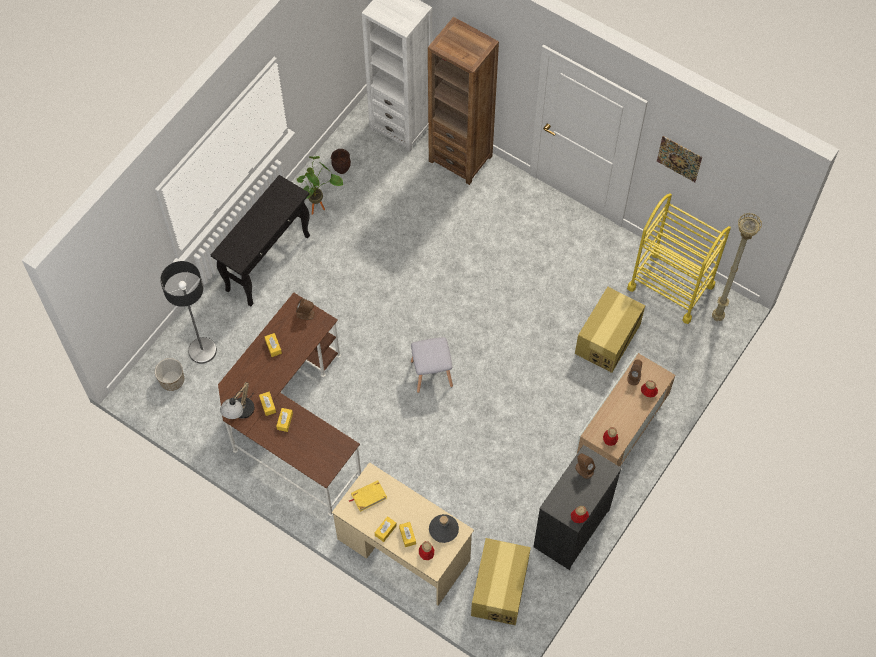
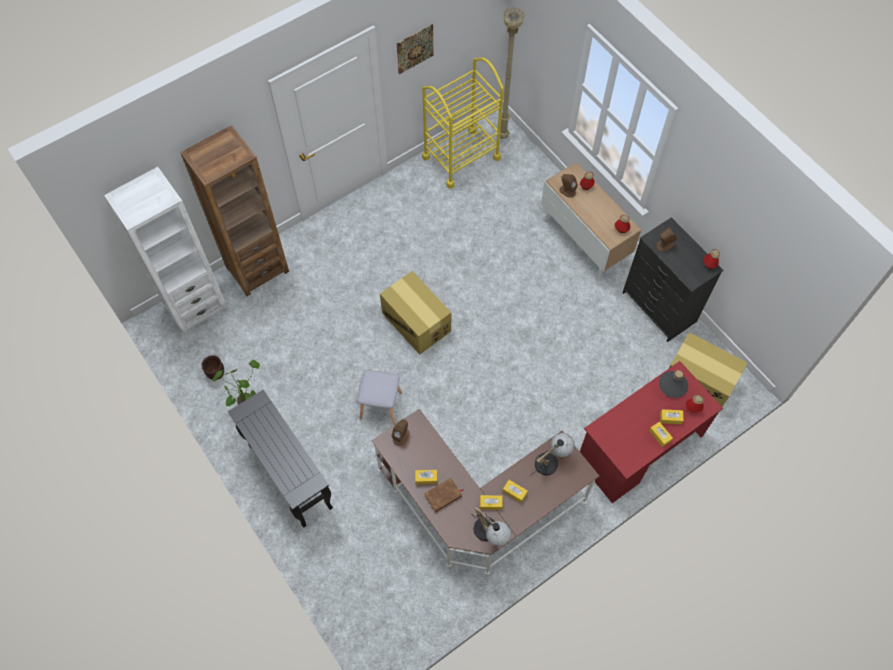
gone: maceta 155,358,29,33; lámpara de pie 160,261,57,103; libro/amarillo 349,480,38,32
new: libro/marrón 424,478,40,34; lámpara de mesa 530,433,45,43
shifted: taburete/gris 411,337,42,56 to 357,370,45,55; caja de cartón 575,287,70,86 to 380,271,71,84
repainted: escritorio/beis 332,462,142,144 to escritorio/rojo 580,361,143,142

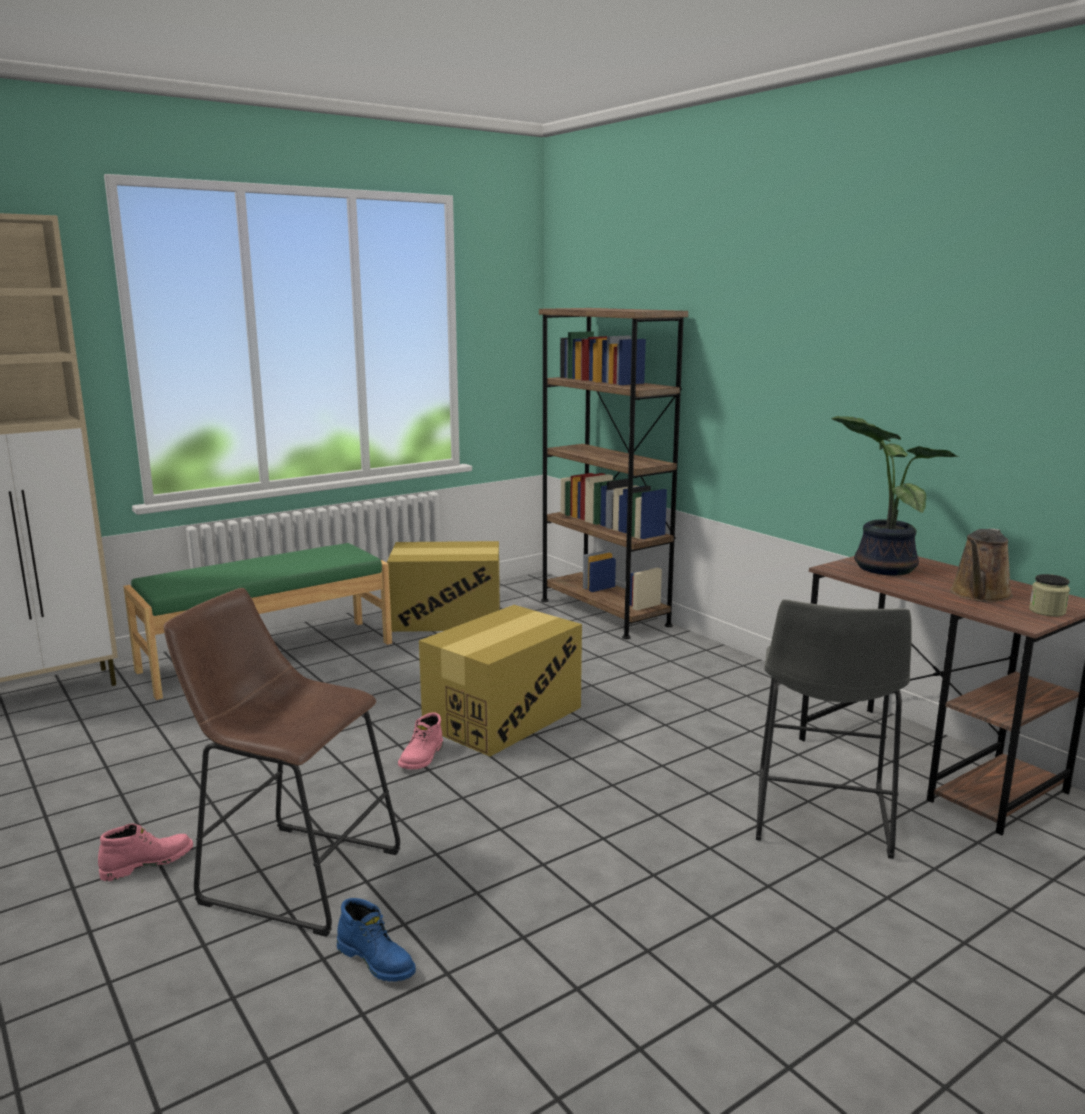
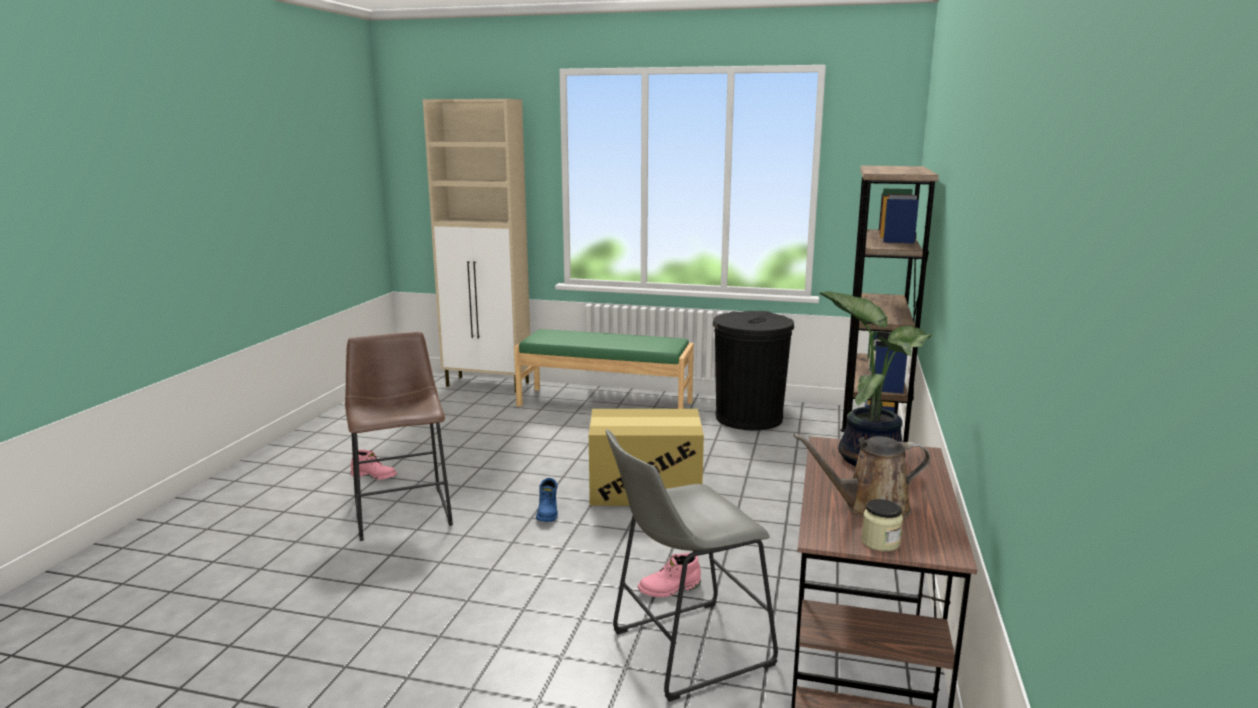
shifted: bota/azul 337,898,79,84 to 536,478,22,44; bota/rosa 398,712,45,58 to 638,553,63,44
swapped: caja de cartón 387,541,113,91 to papelera/negro 713,311,81,120

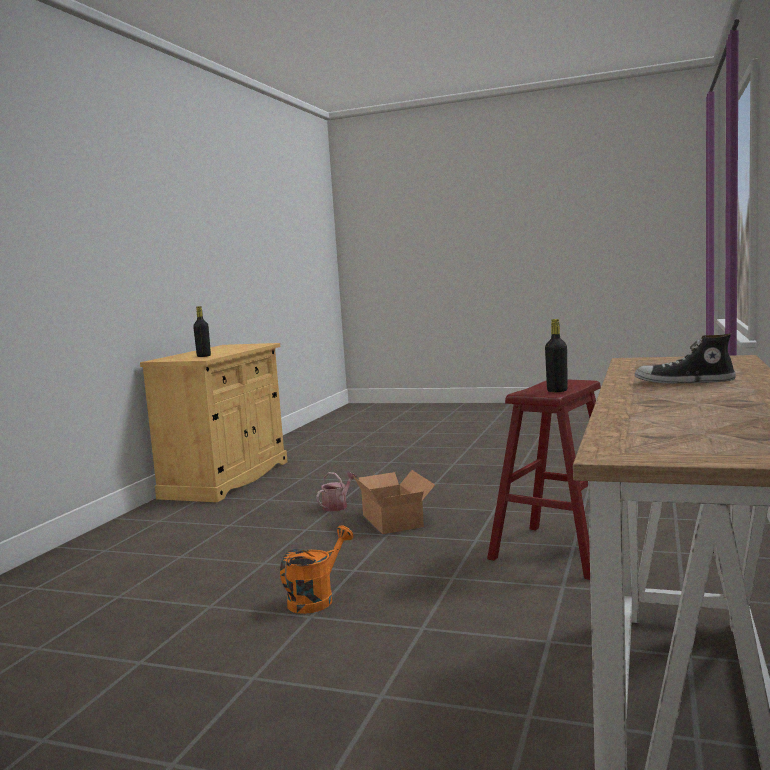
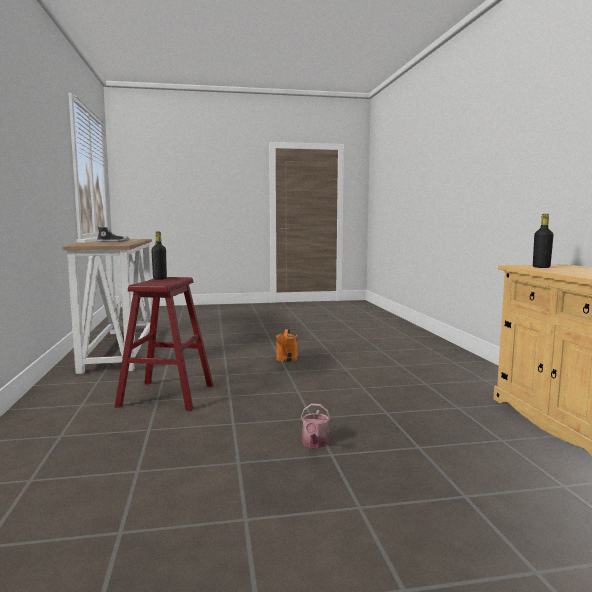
gone: caja de cartón 353,470,82,64
shifted: regadera 316,472,41,40 to 301,404,30,44

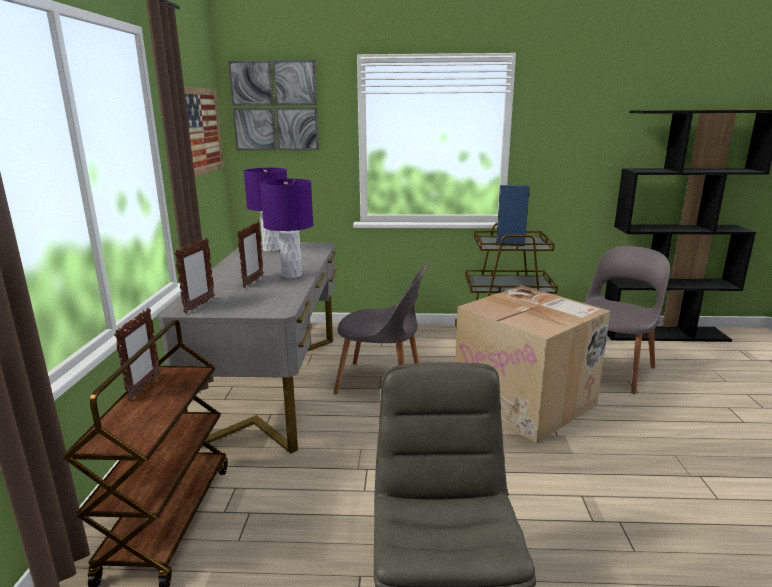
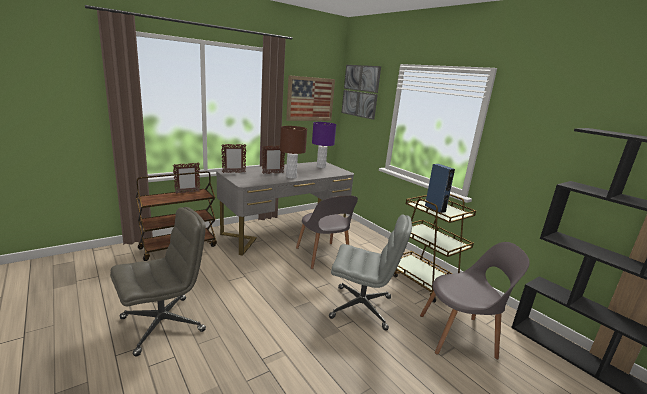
swapped: caja de cartón 455,285,155,158 to silla de oficina/gris 329,214,83,117
repainted: lámpara de mesa/morado 260,179,53,99 to lámpara de mesa/marrón 280,126,27,53

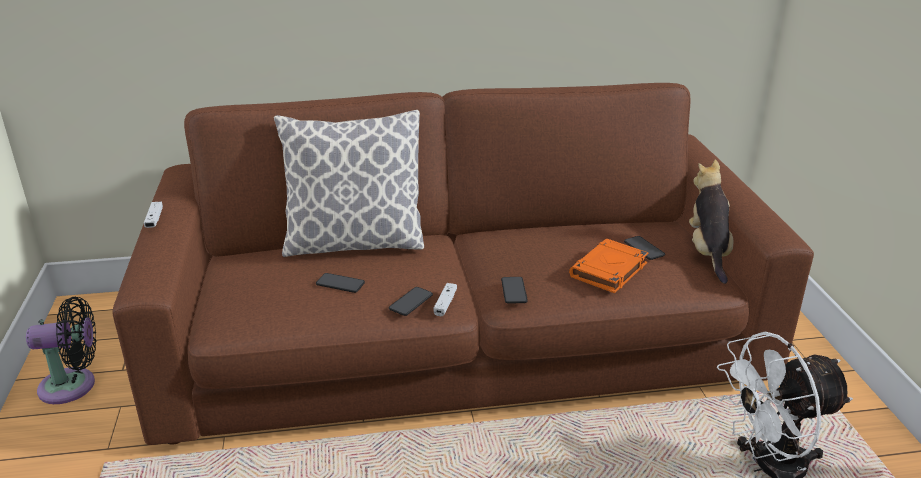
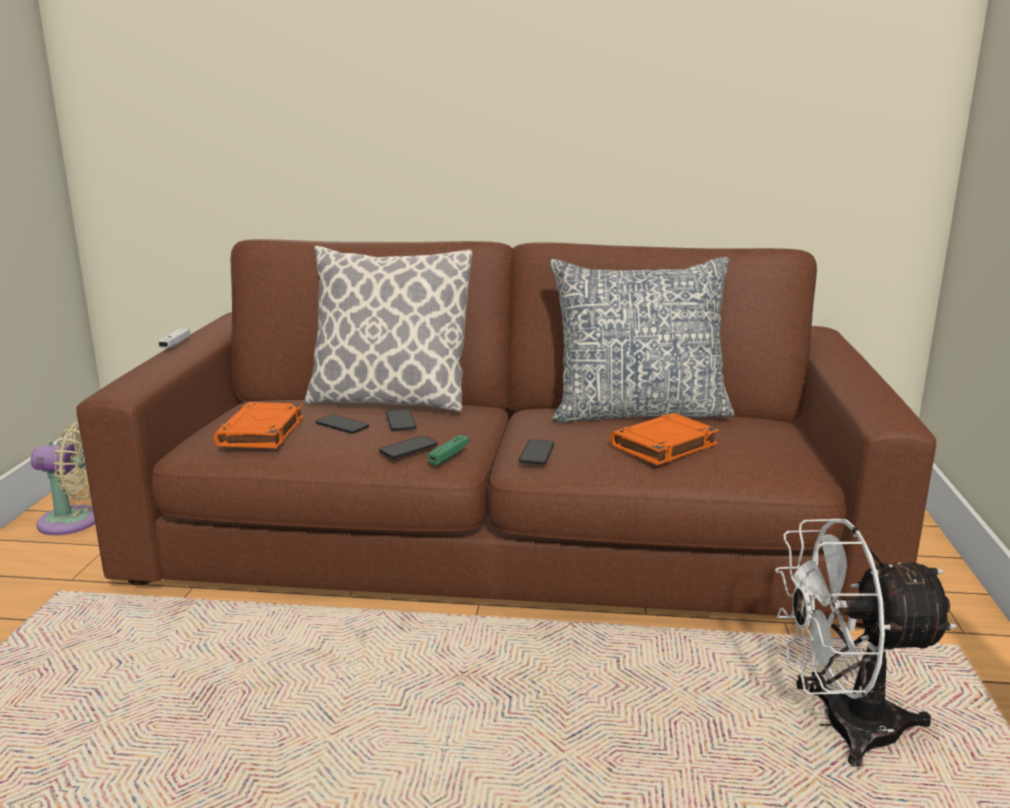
gone: peluche 689,159,44,125
new: libro/naranja 214,402,90,46; cojín 550,257,185,166
shifted: móvil 624,236,41,24 to 386,409,30,22
repainted: ventilador/negro 26,297,70,107 to ventilador/beis 31,421,64,114; mando de consola/blanco 433,283,24,33 to mando de consola/verde 428,435,42,31

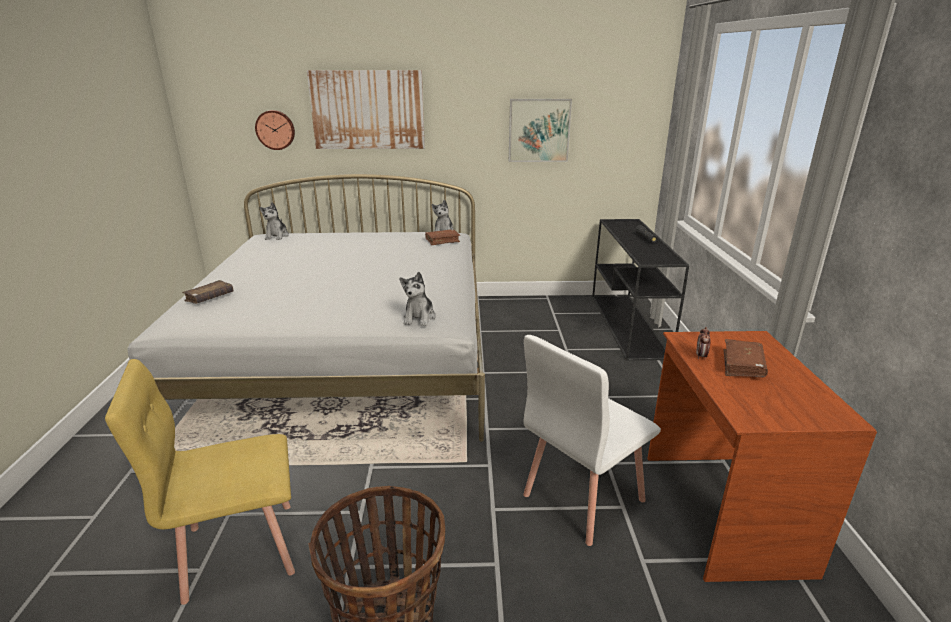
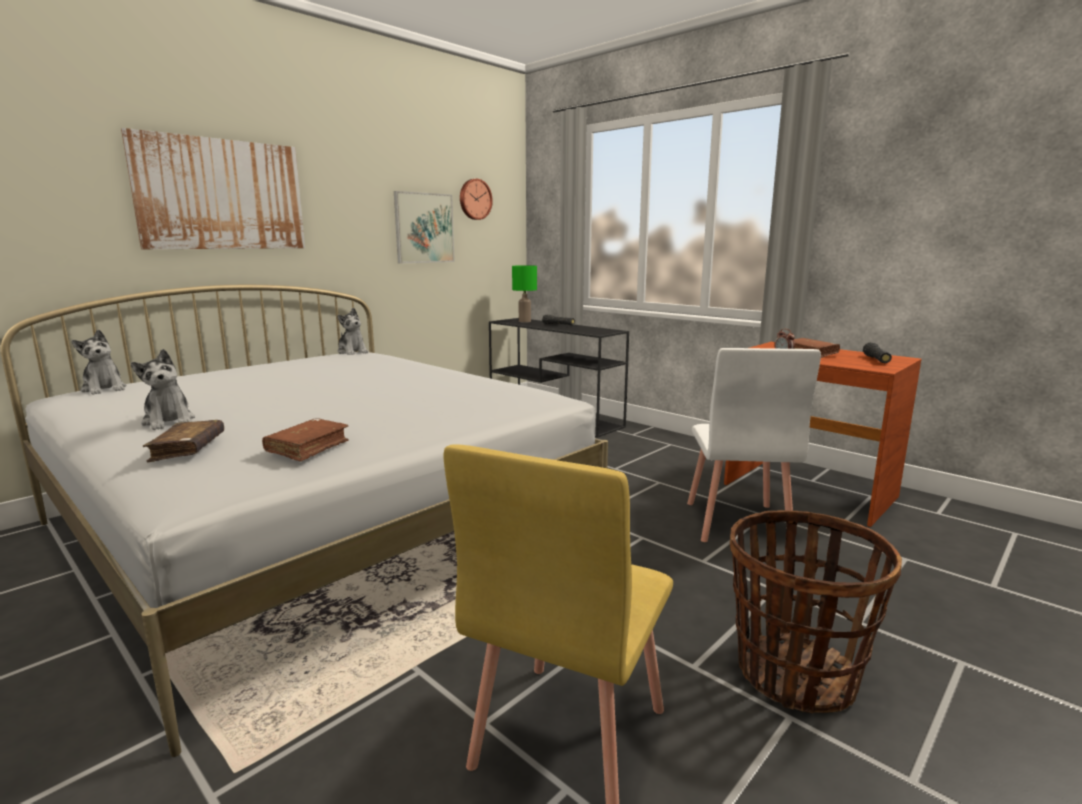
new: lámpara de mesa/verde 512,265,25,58; linterna/negro 863,342,29,21
shifted: peluche 400,272,36,54 to 131,349,64,81; libro/marrón 425,229,35,16 to 262,418,87,43; reloj de pared 255,110,40,40 to 460,179,33,41

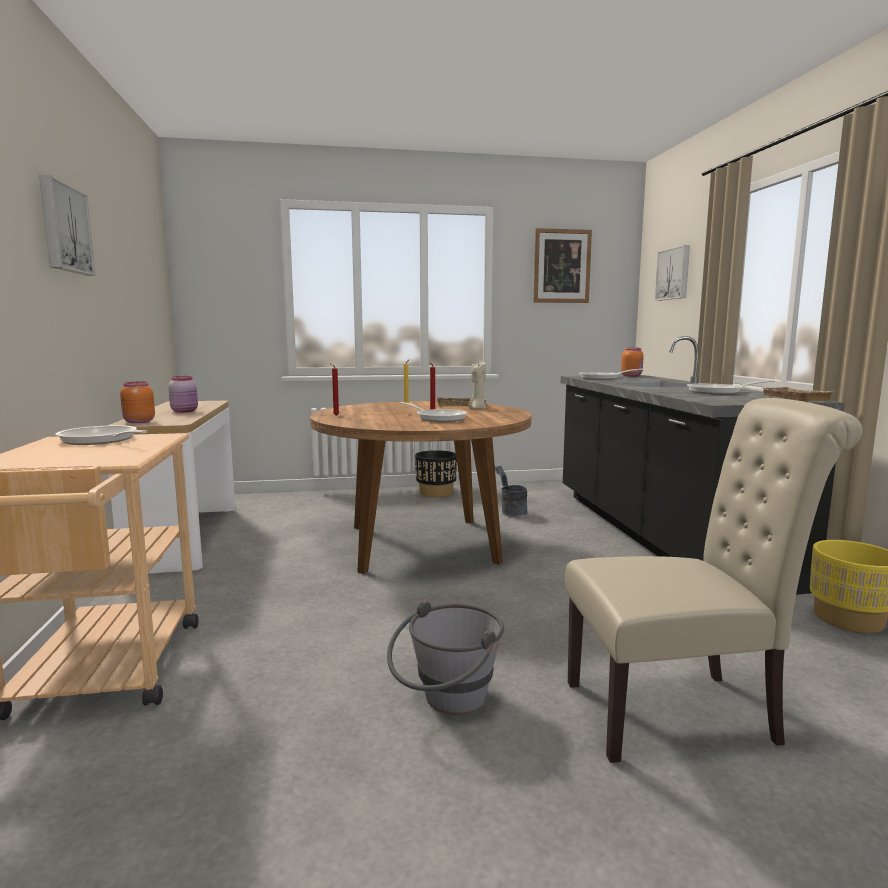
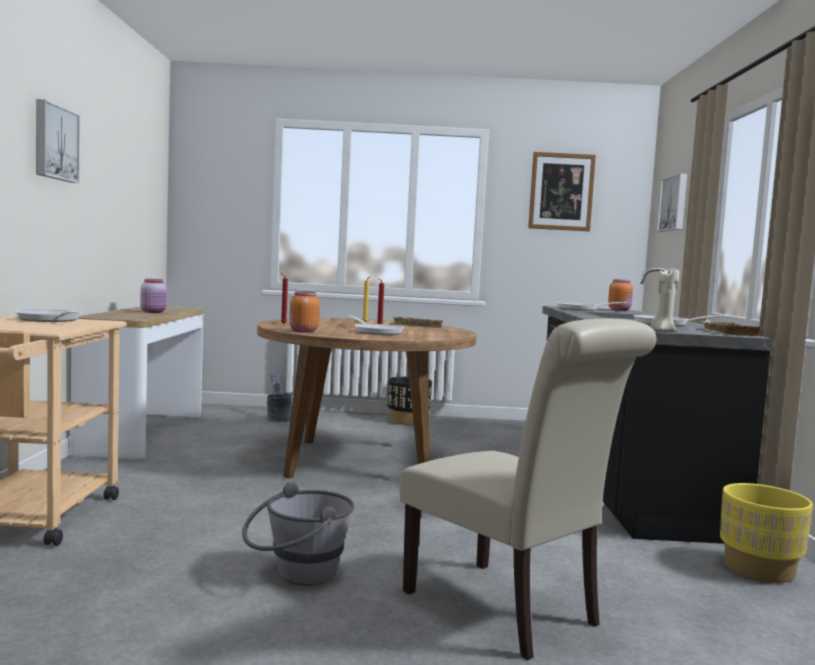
shifted: cubo/gris 495,465,32,52 to 267,374,25,48; tarro/naranja 120,382,35,41 to 289,291,31,41; vela/beis 468,362,18,47 to 650,267,29,65
rotated: silla/beis 565,398,297,365 = 400,319,256,341 45 degrees clockwise

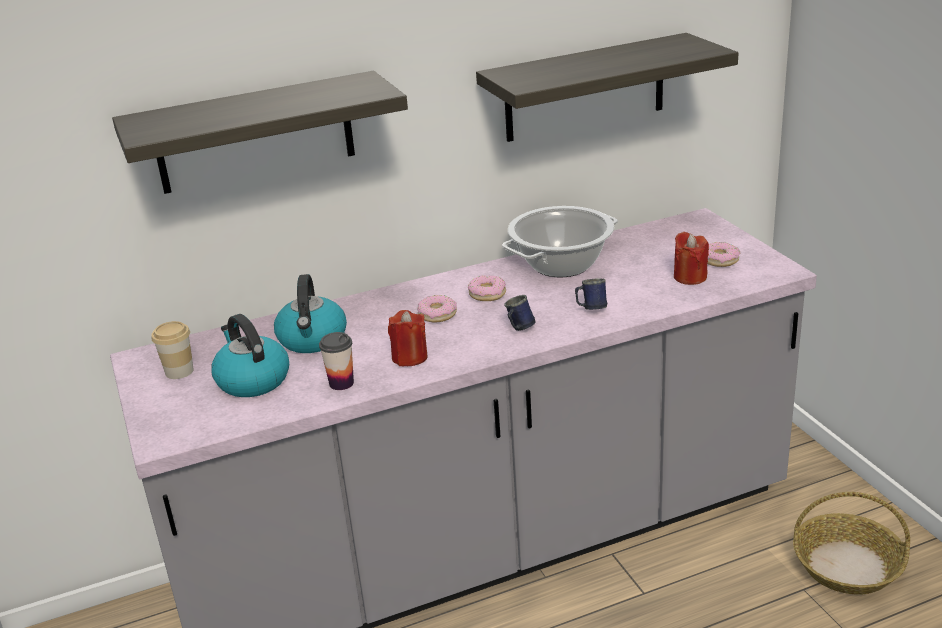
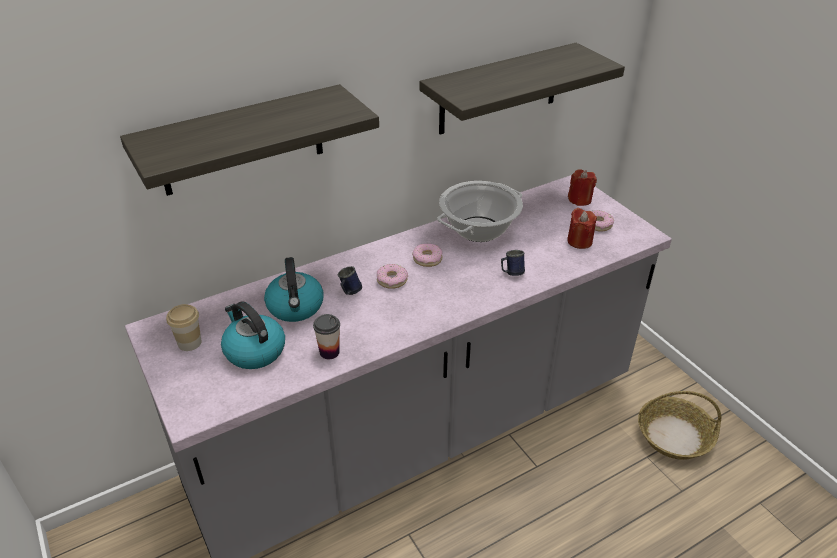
shifted: taza grande/azul 504,295,32,36 to 338,266,24,29; vela/rojo 388,310,40,56 to 568,169,29,37

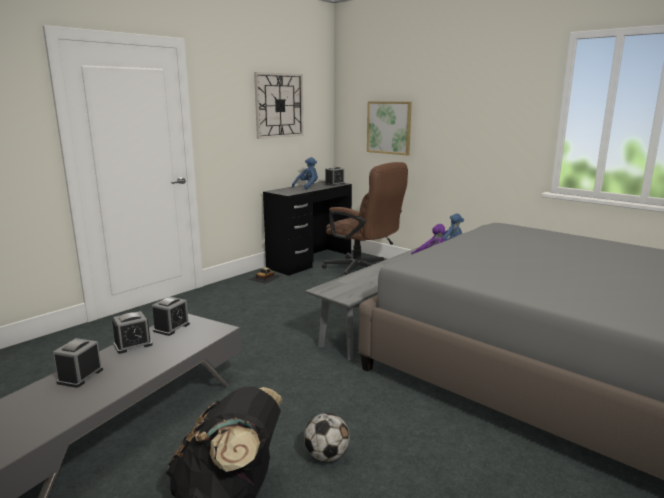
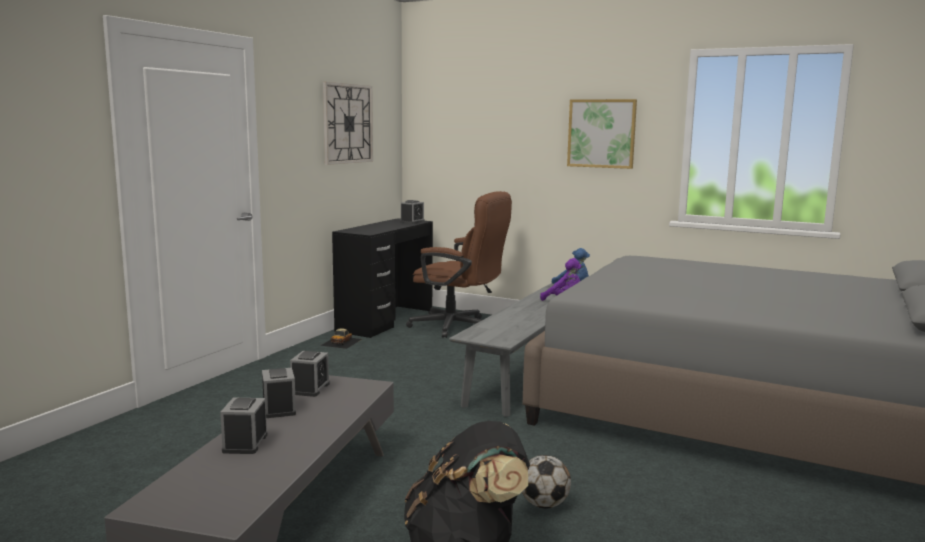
gone: peluche/azul 292,157,26,33
shifted: cuadro 367,101,45,54 to 567,99,70,70
rotated: despertador 112,311,41,43 = 262,368,34,50 60 degrees counterclockwise

